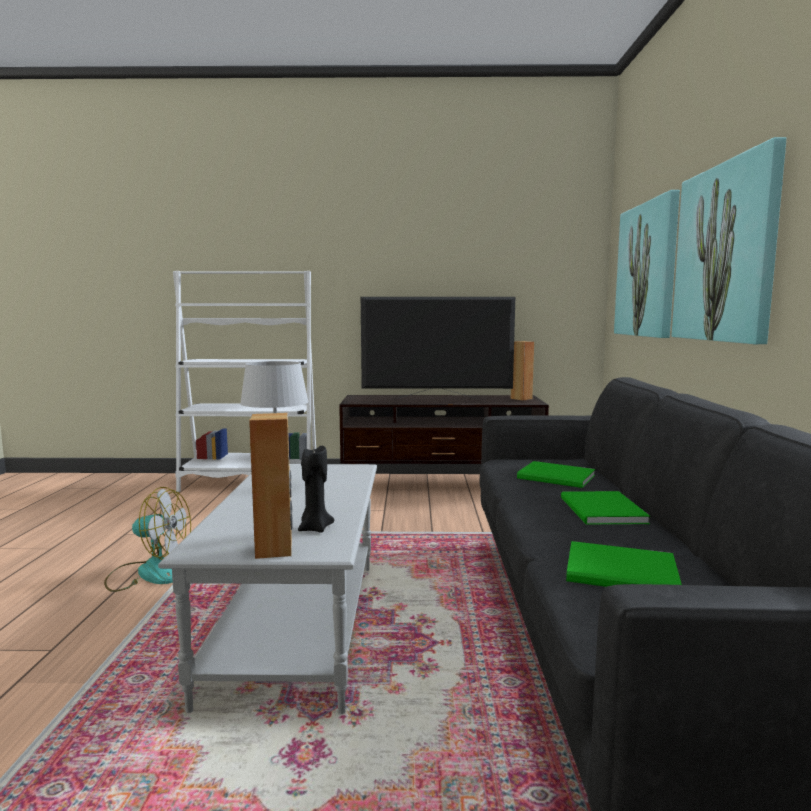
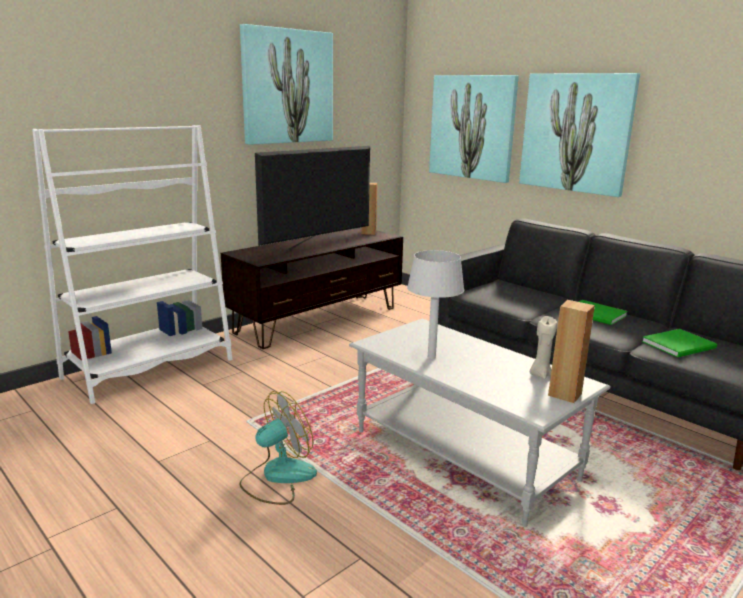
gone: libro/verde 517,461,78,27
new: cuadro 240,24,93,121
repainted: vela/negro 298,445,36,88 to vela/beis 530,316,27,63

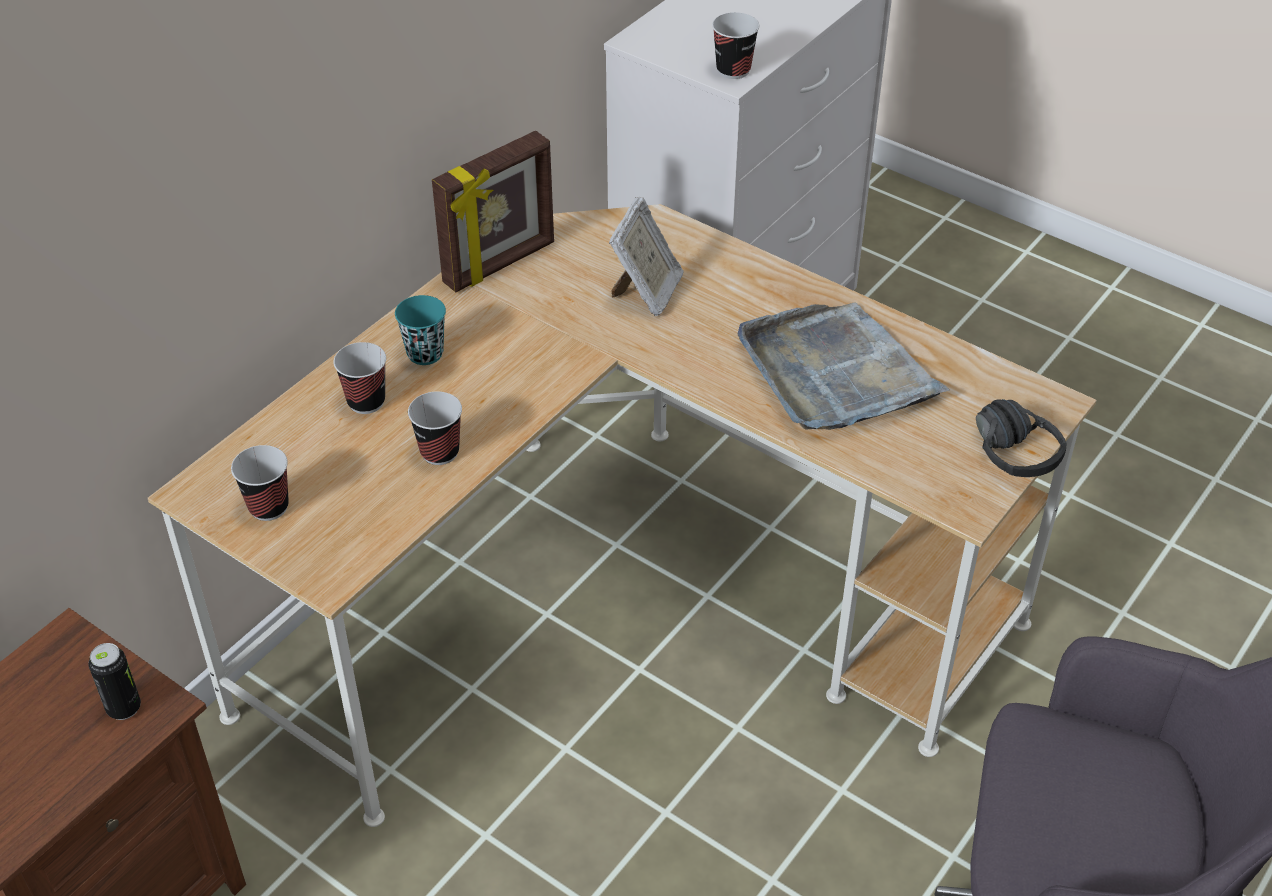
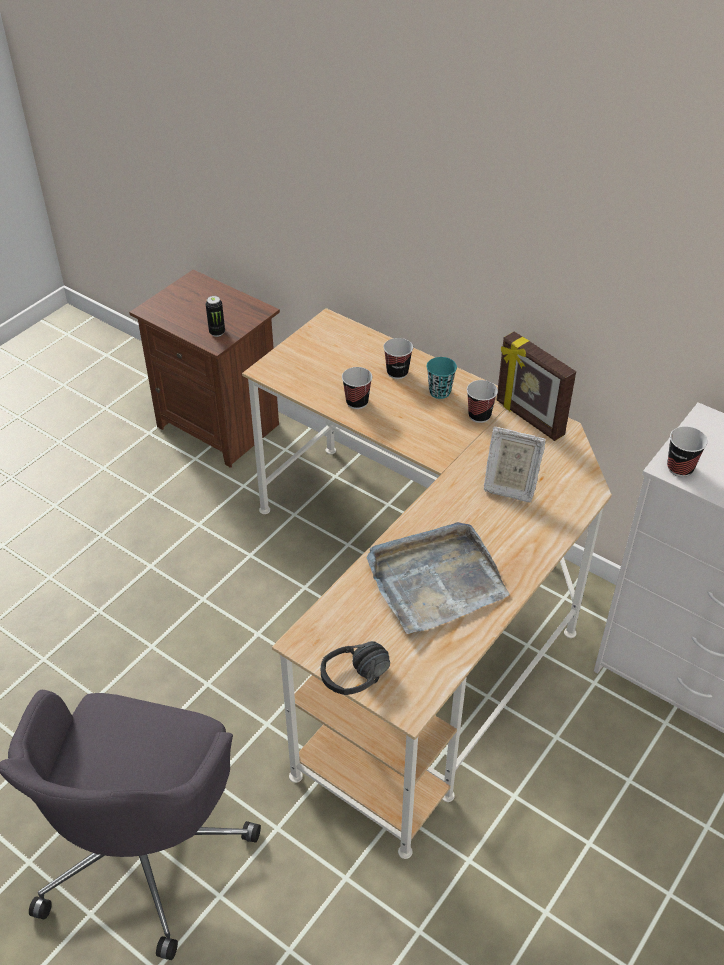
shifted: taza 231,445,58,76 to 467,380,31,43

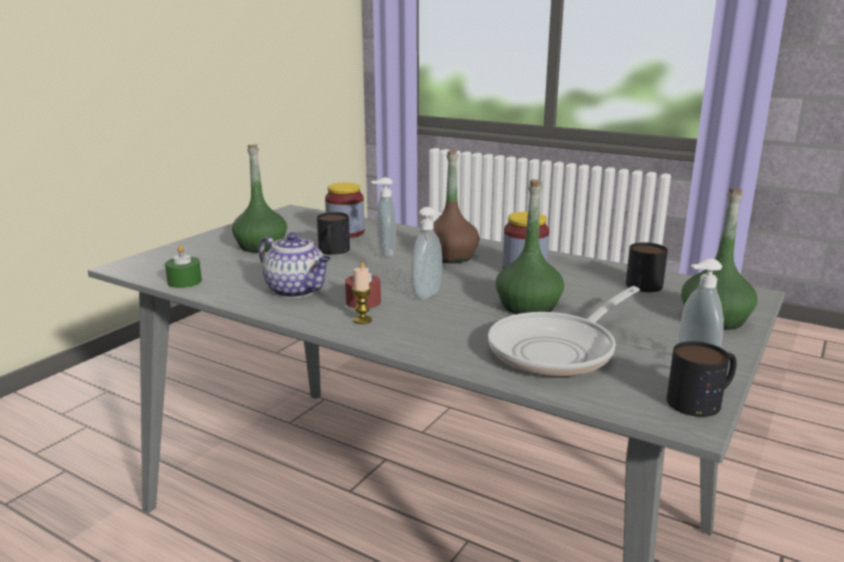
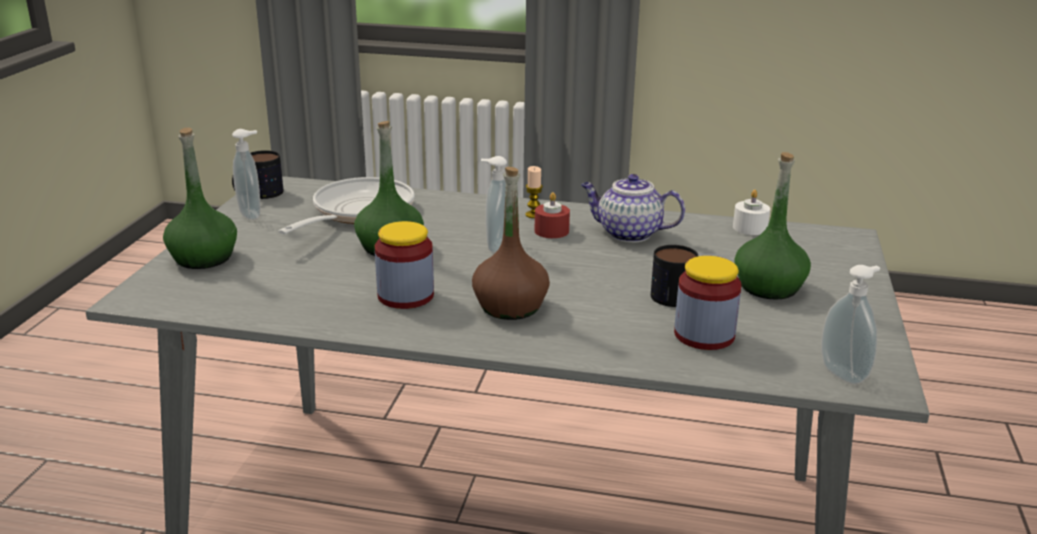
gone: taza grande 626,242,42,50
shifted: dispensador de jabón 371,177,25,80 to 821,265,59,120
repainted: vela/verde 165,245,37,43 to vela/blanco 733,190,37,45

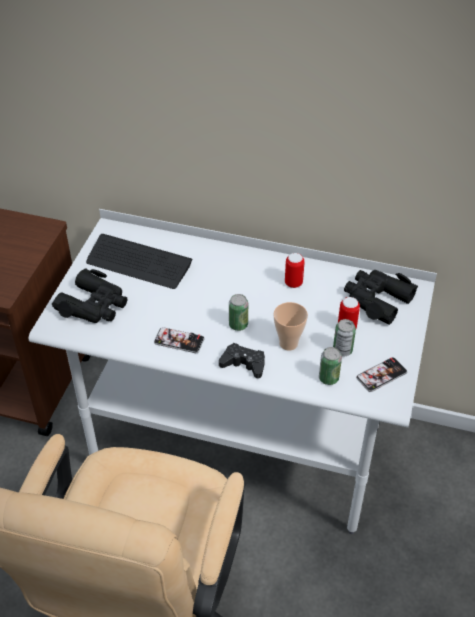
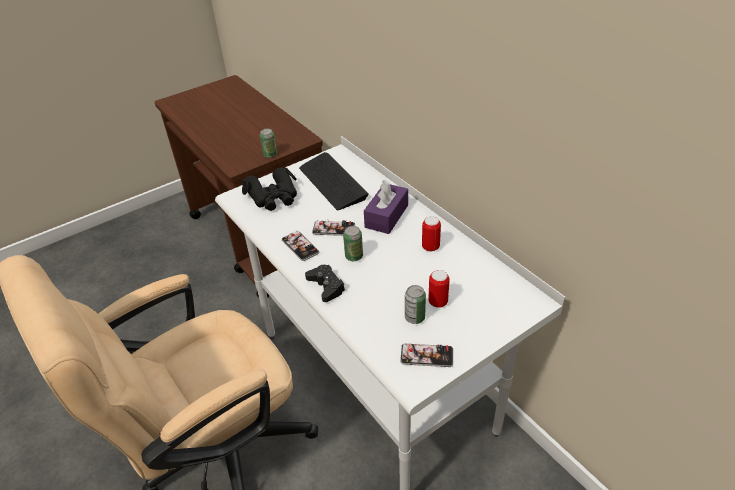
gone: taza 274,302,34,49; prismáticos/negro 344,270,74,55
new: móvil 312,220,43,16; caja de pañuelos/morado 364,180,44,54
shifted: lata 319,347,23,38 to 260,129,17,29

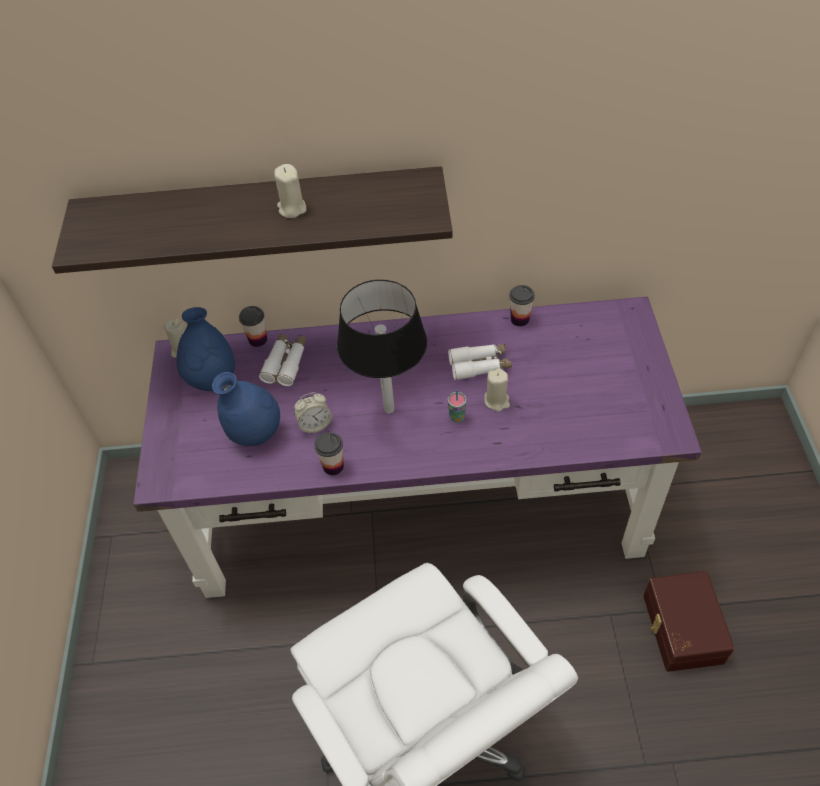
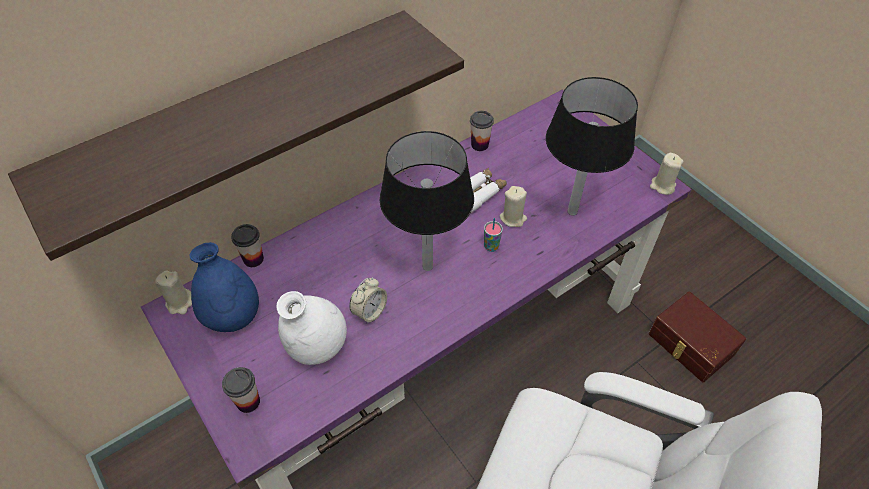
gone: prismáticos/blanco 259,333,47,53
new: lámpara de mesa/negro 546,77,92,139
shifted: taza 314,432,30,44 to 222,367,38,46; vela/beis 274,164,32,54 to 650,153,34,42
repainted: florero/azul 212,372,68,74 to florero/blanco 276,291,71,74

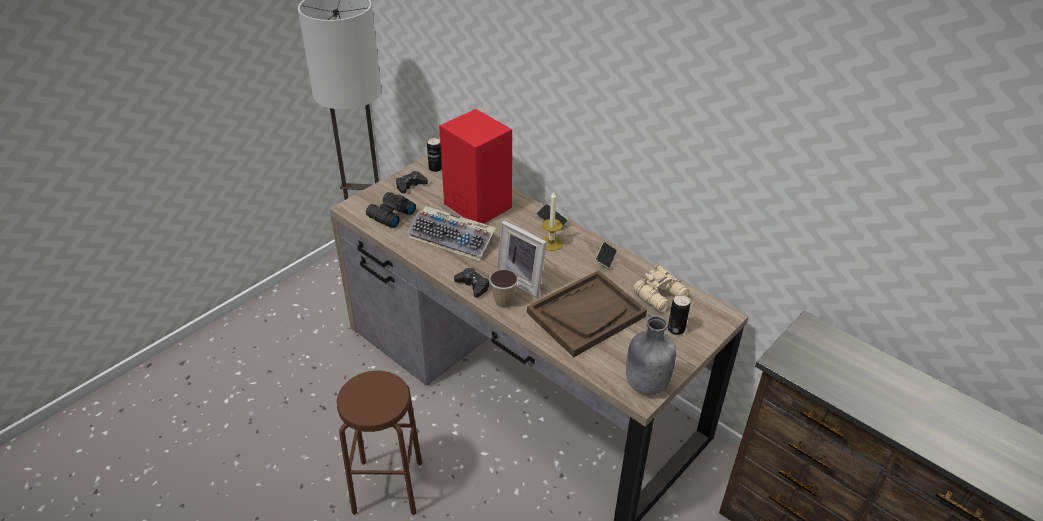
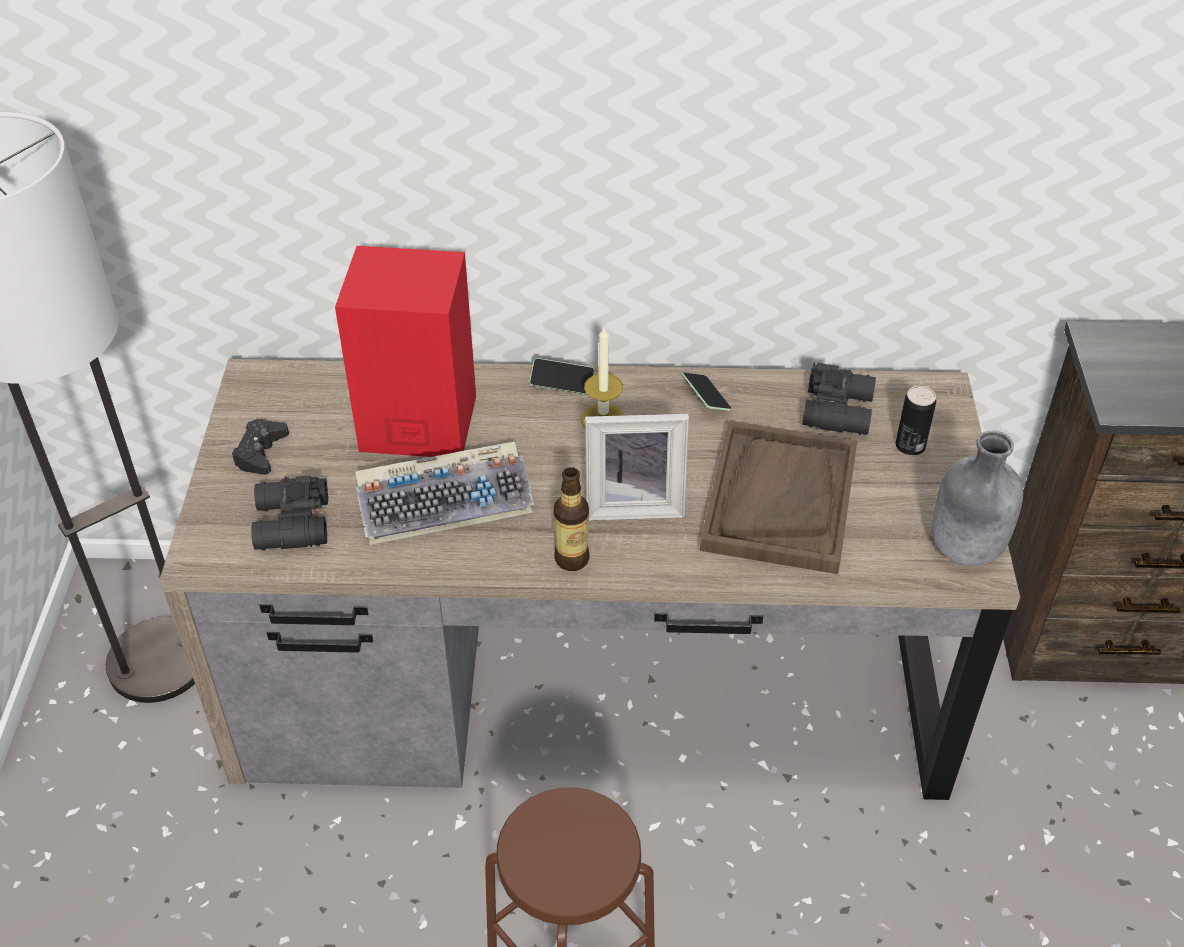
gone: lata 427,138,15,34; taza 489,270,29,38
swapped: mando de consola/negro 454,268,36,29 to botella 554,467,36,104
repainted: prismáticos/beis 633,264,56,49 to prismáticos/negro 802,362,74,73

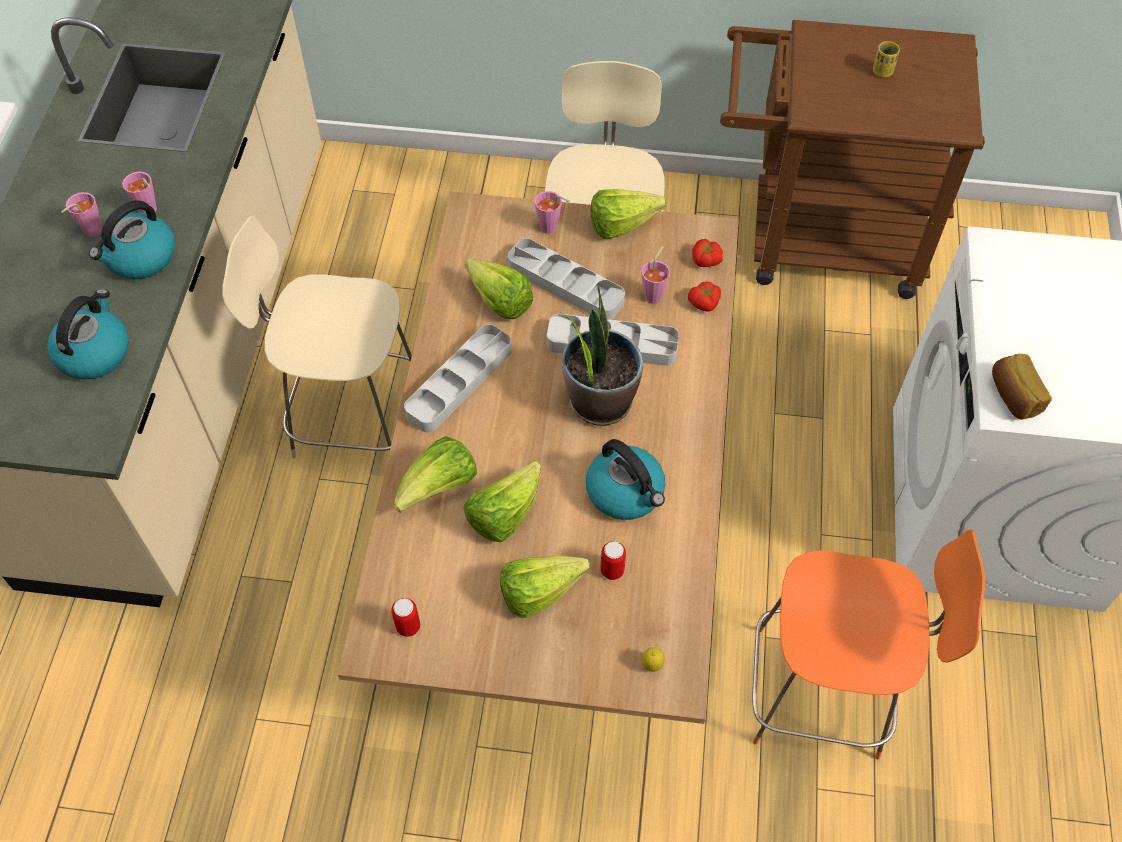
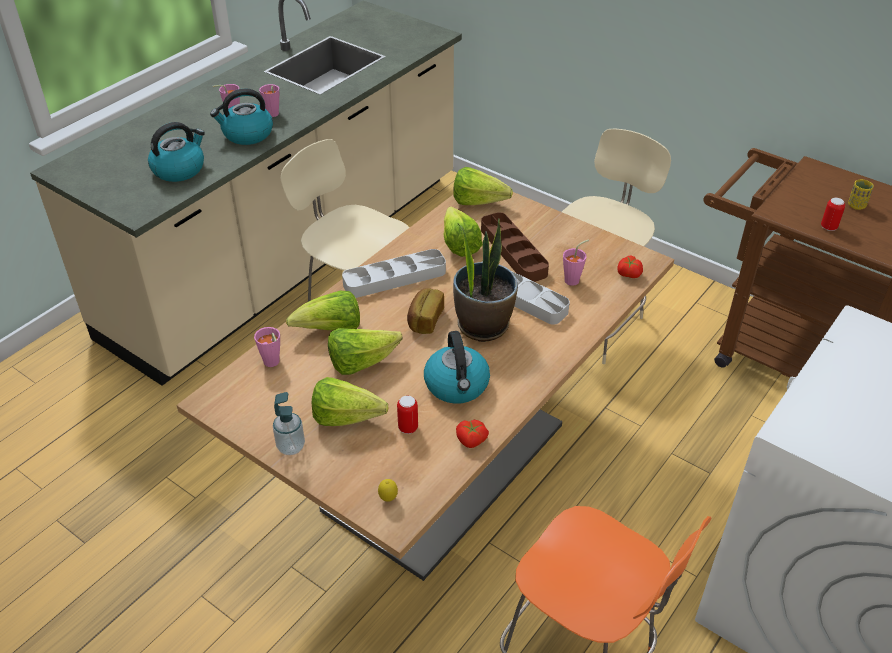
new: dispensador de jabón 273,392,32,63
shifted: taza/rosa 534,191,36,43 to 254,327,26,40; pan 992,354,60,66 to 407,288,37,46; lechuga 591,189,75,50 to 453,167,60,38; tomate 688,282,33,29 to 456,420,33,28; lata 391,598,29,39 to 821,198,24,33
repainted: bandeja/gris 508,238,117,82 to bandeja/marrón 481,212,68,70

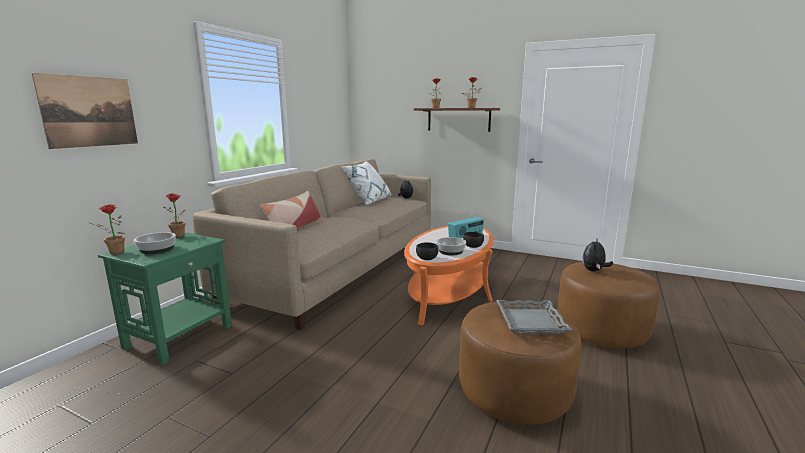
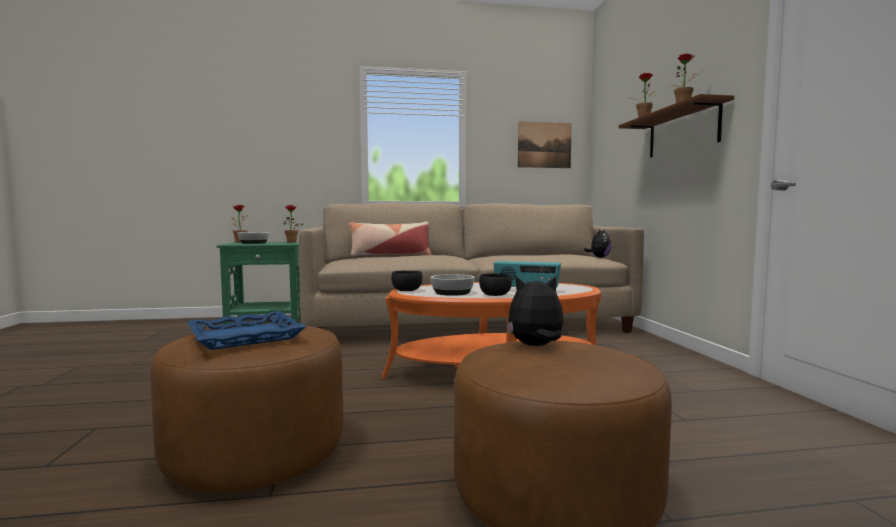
gone: cojín/blanco 341,161,50,44
shifted: cuadro 32,73,106,76 to 518,121,54,47
repainted: bandeja/gris 496,300,76,34 to bandeja/azul 187,311,119,39

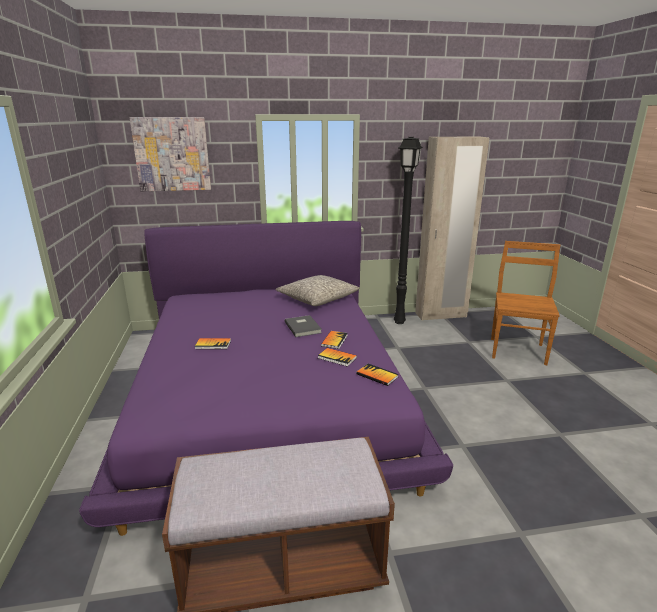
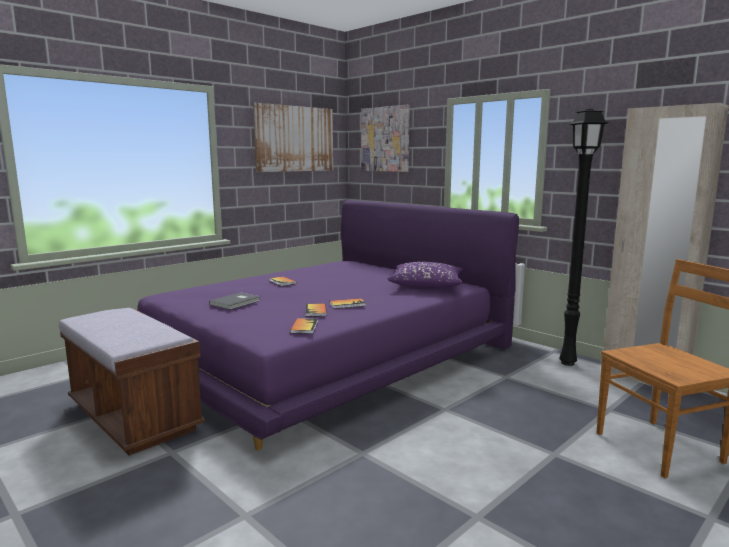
new: cuadro 253,103,80,69
shifted: libro/gris 285,315,37,22 to 209,292,52,18
repainted: cojín/gris 275,275,85,31 to cojín/morado 387,262,76,26

